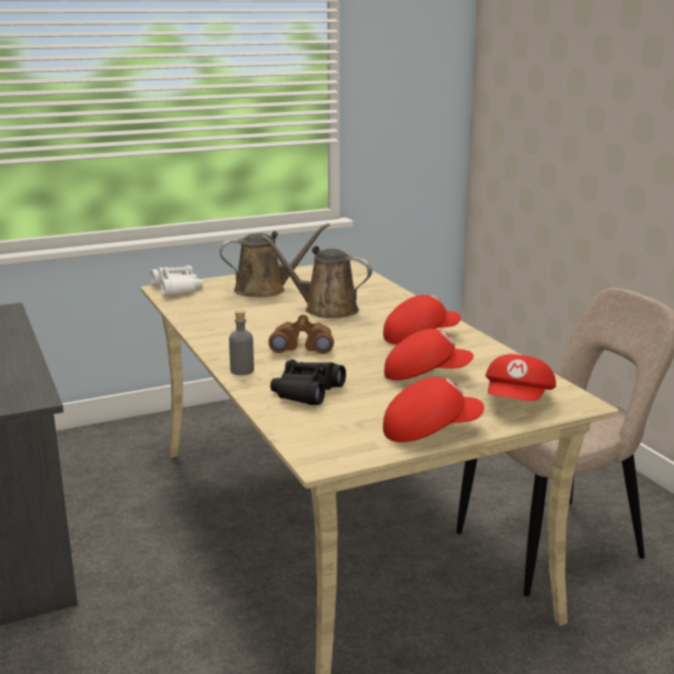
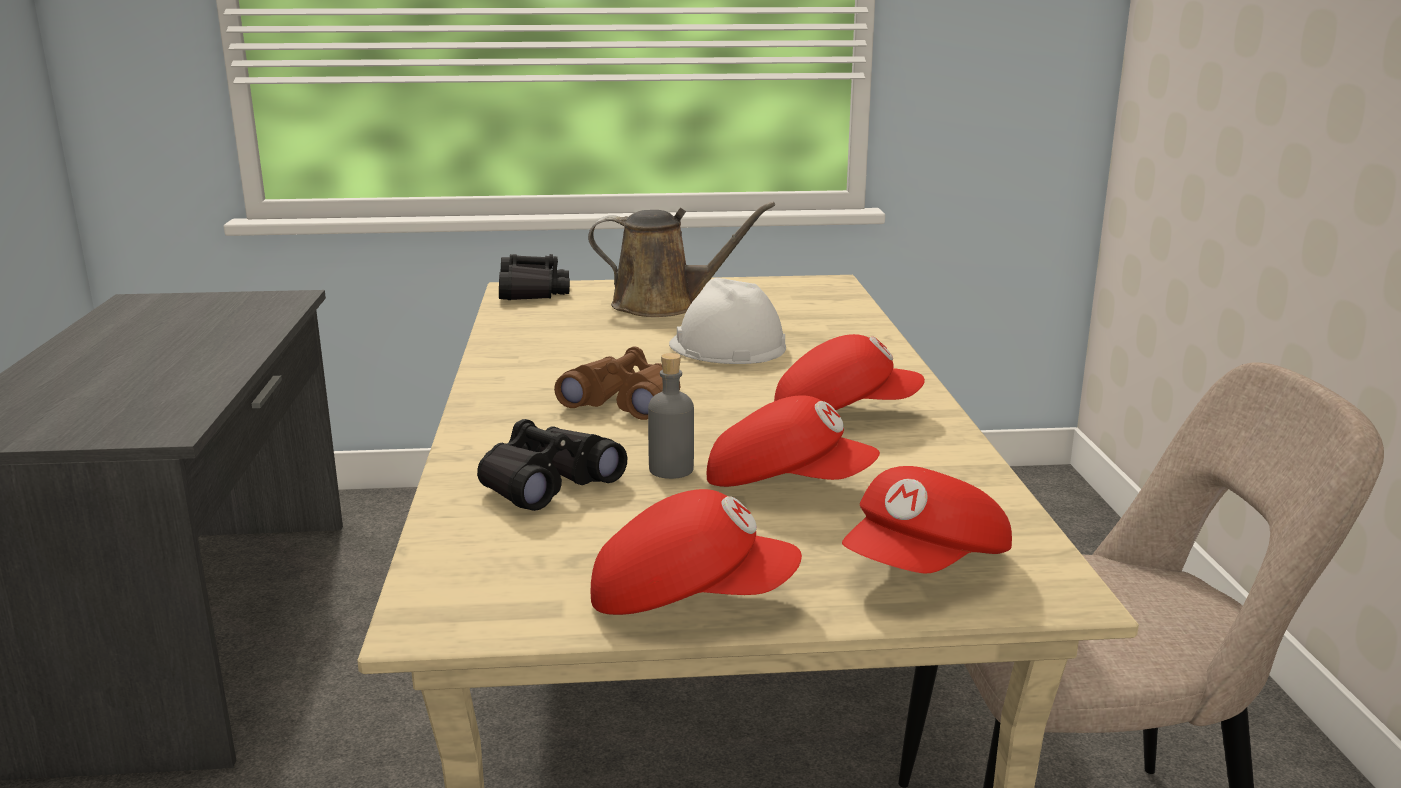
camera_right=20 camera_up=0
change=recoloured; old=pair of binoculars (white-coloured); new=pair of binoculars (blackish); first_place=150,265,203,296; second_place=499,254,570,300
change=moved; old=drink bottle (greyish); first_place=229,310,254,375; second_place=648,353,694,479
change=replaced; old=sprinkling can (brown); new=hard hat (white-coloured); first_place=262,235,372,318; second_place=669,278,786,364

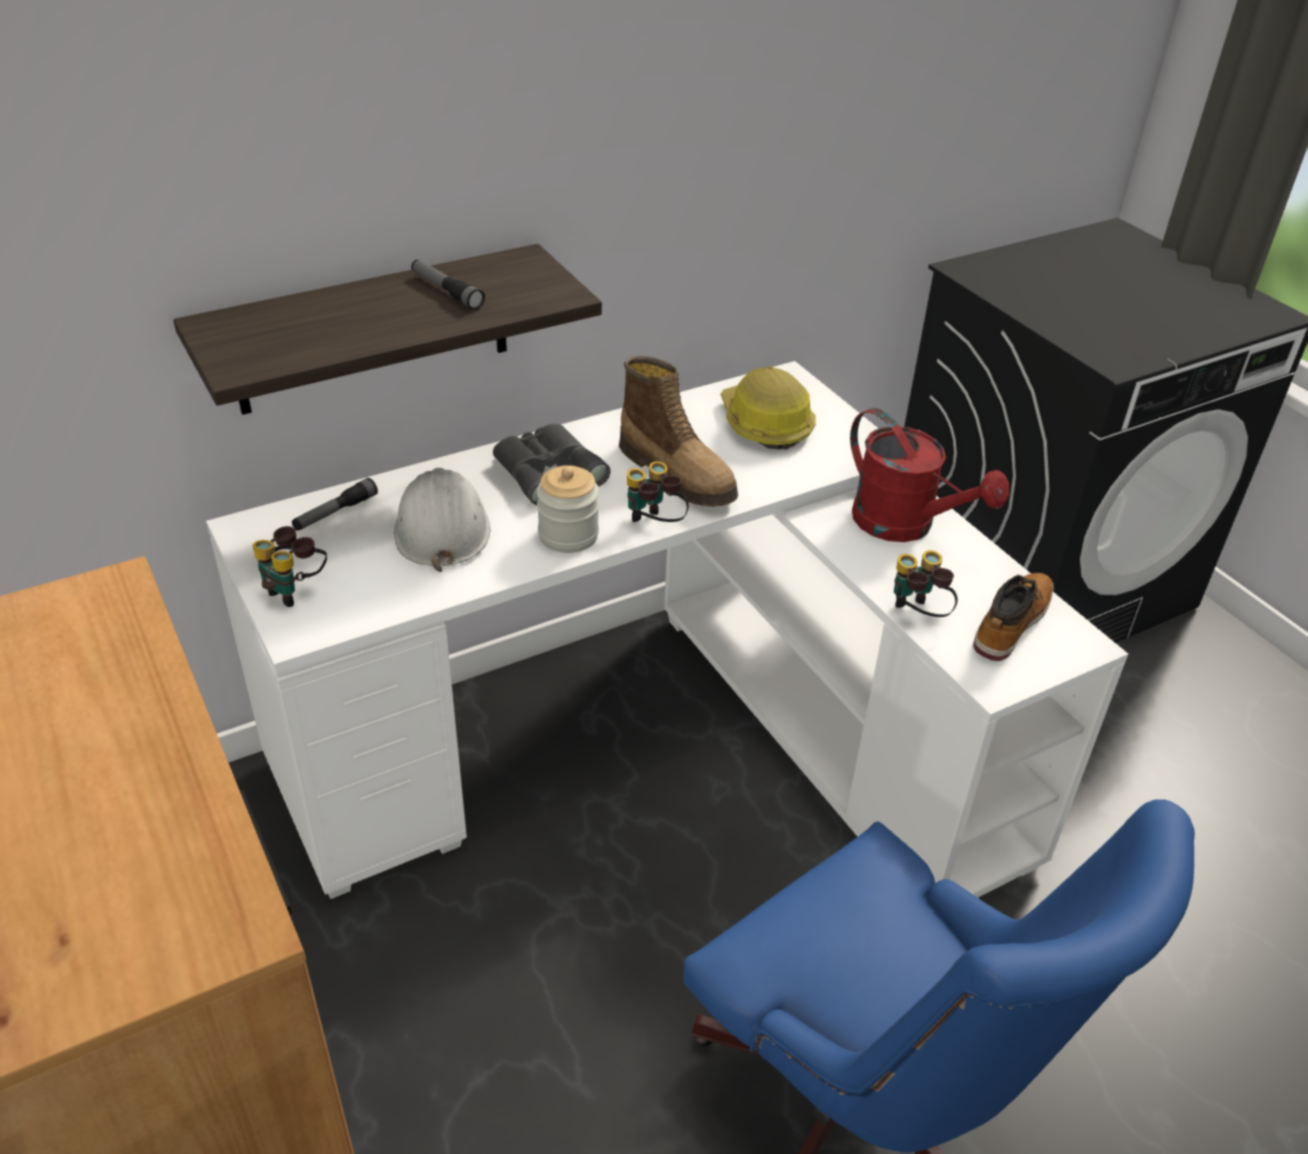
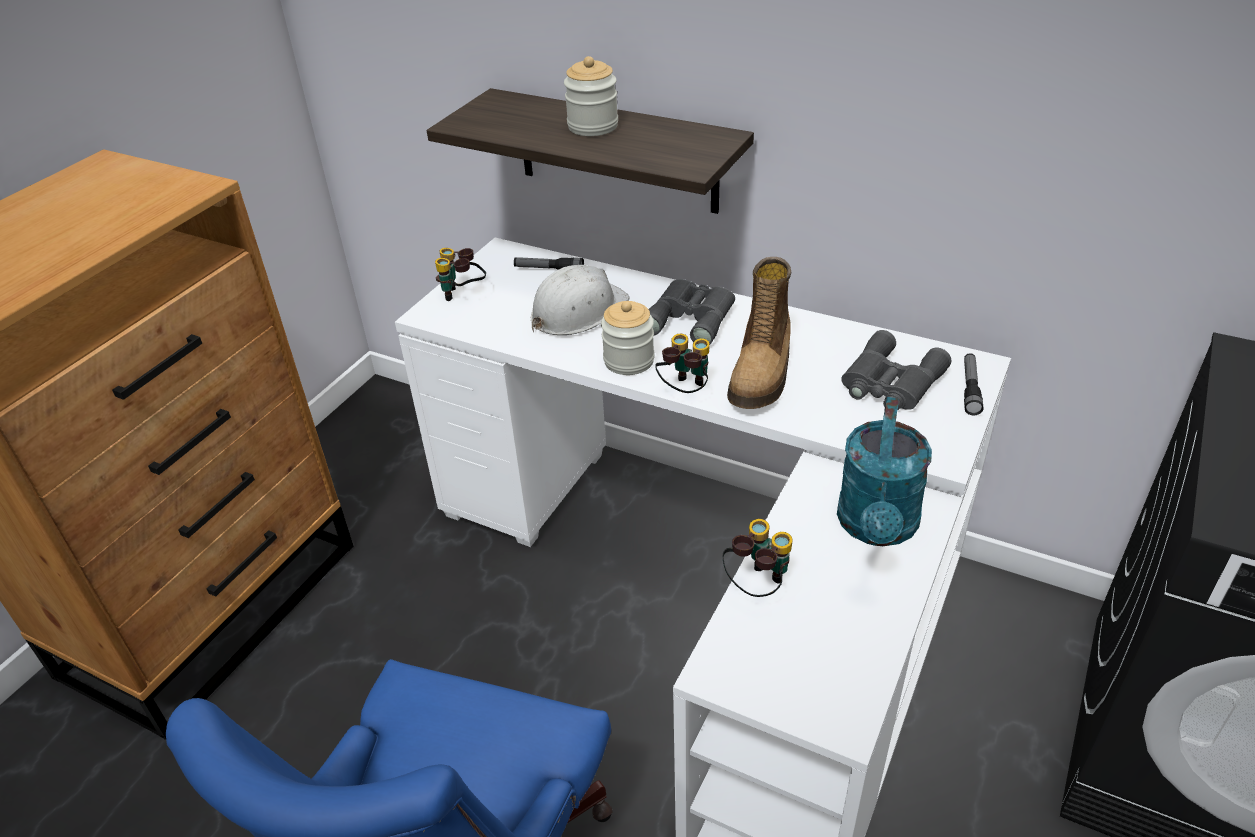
camera_right=60 camera_up=0
change=added; new=preserve jar; second_place=564,56,618,136
change=recoloured; old=sprinkling can (red); new=sprinkling can (blue-green); first_place=850,408,1009,542; second_place=837,397,932,546
change=replaced; old=hard hat; new=pair of binoculars (greyish); first_place=721,366,816,449; second_place=841,330,951,410
change=moved; old=flashlight; first_place=411,260,485,310; second_place=964,353,983,415
change=removed; old=high-top boot; first_place=973,573,1054,661

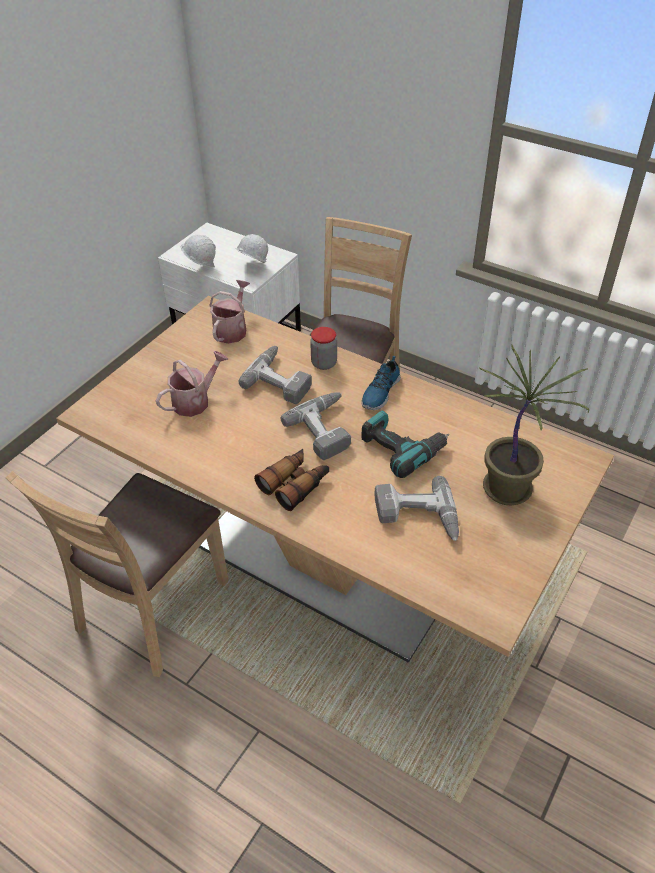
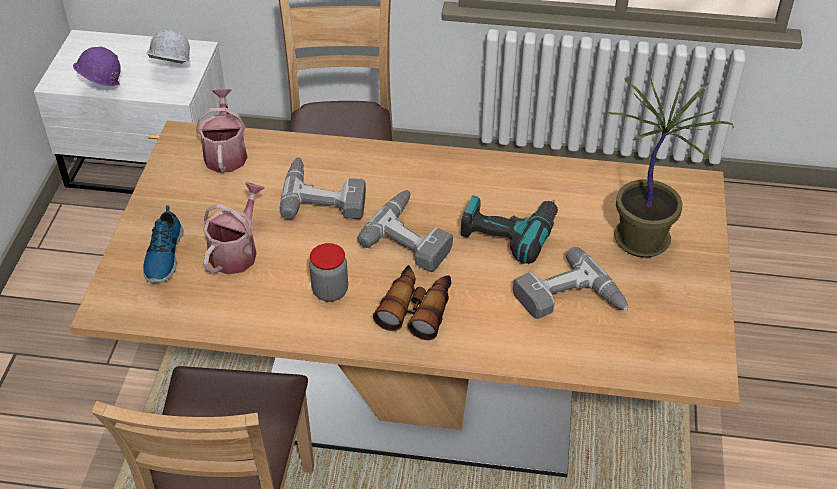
camera_right=-25 camera_up=0
change=recoloured; old=hard hat (white-coloured); new=hard hat (purple-coloured); first_place=181,235,216,267; second_place=73,47,121,86
change=moved; old=low shoe; first_place=361,356,401,410; second_place=143,205,184,283
change=moved; old=preserve jar; first_place=310,327,337,370; second_place=309,243,348,302

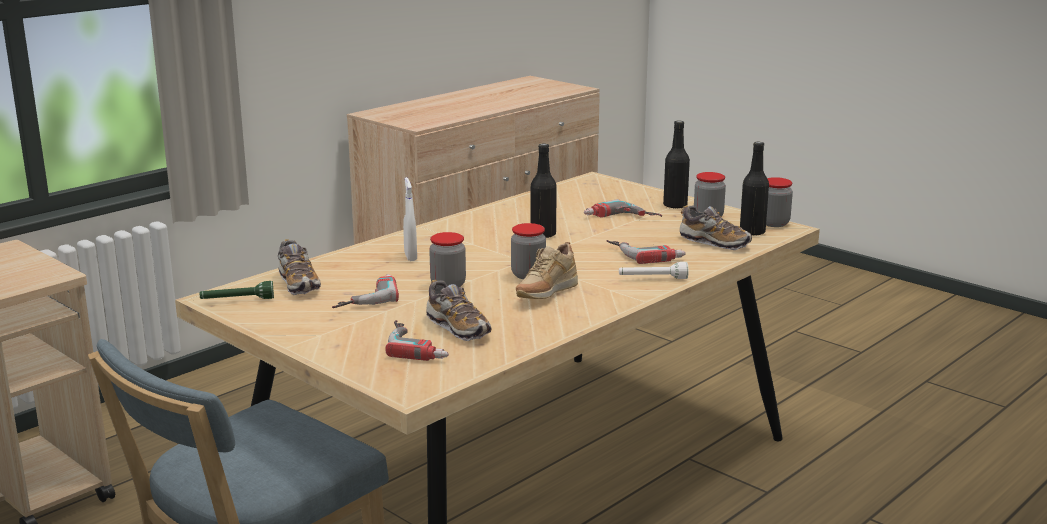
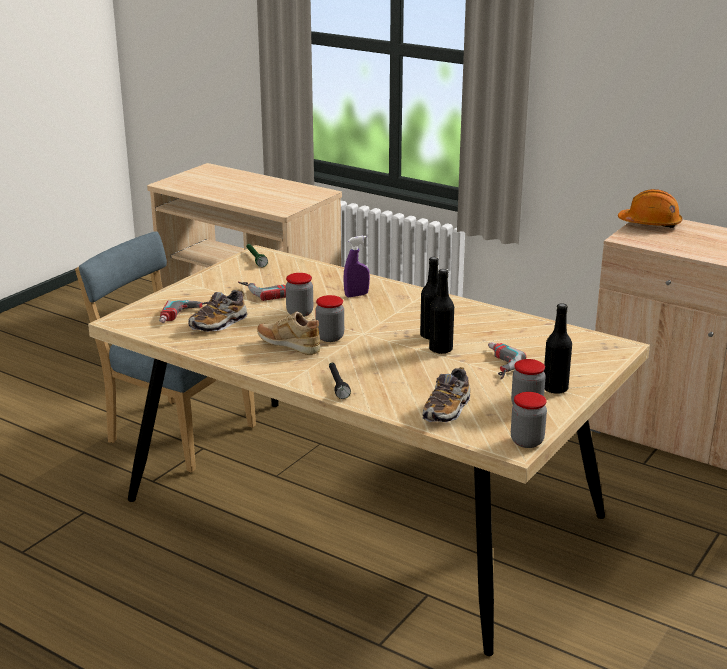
camera_right=80 camera_up=5
change=recoloured; old=flashlight (white-coloured); new=flashlight (blackish); first_place=619,262,689,279; second_place=329,363,351,399
change=recoloured; old=sprayer (white-coloured); new=sprayer (purple-coloured); first_place=403,177,417,261; second_place=343,236,370,297
change=moved; old=drink bottle (blackish); first_place=740,142,769,236; second_place=429,269,454,354
change=added; new=hard hat (orange-coloured); second_place=618,189,682,228
change=removed; old=low shoe; first_place=278,239,321,295
change=removed; old=power drill; first_place=606,240,686,264

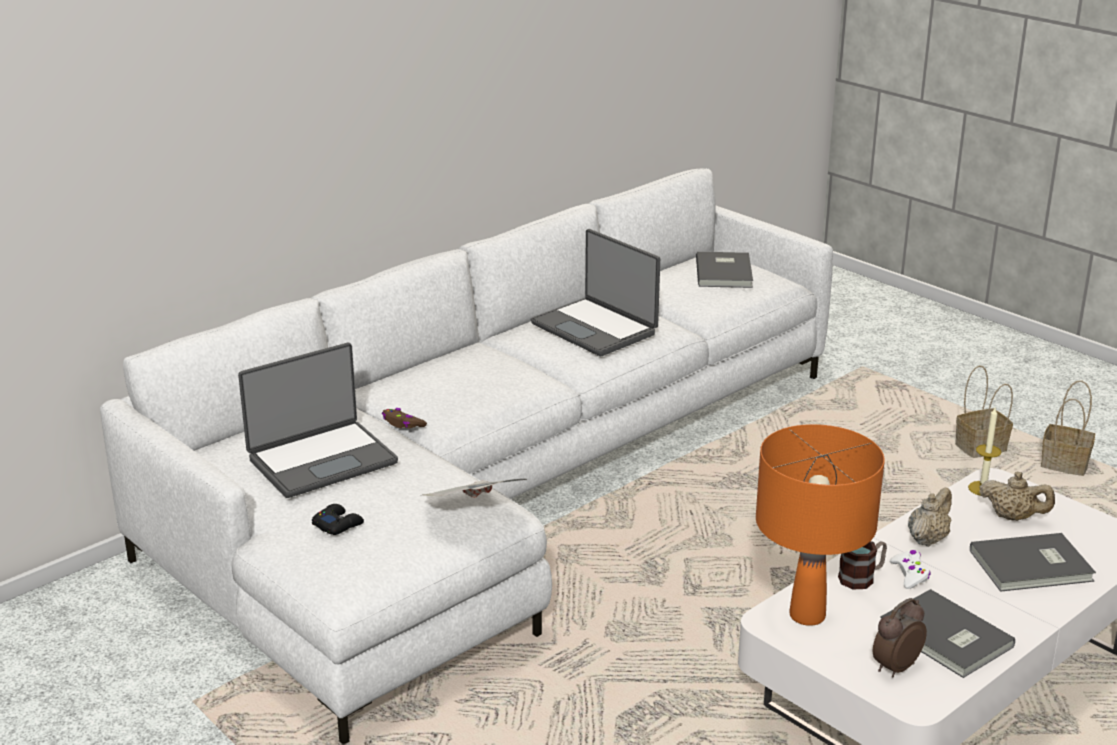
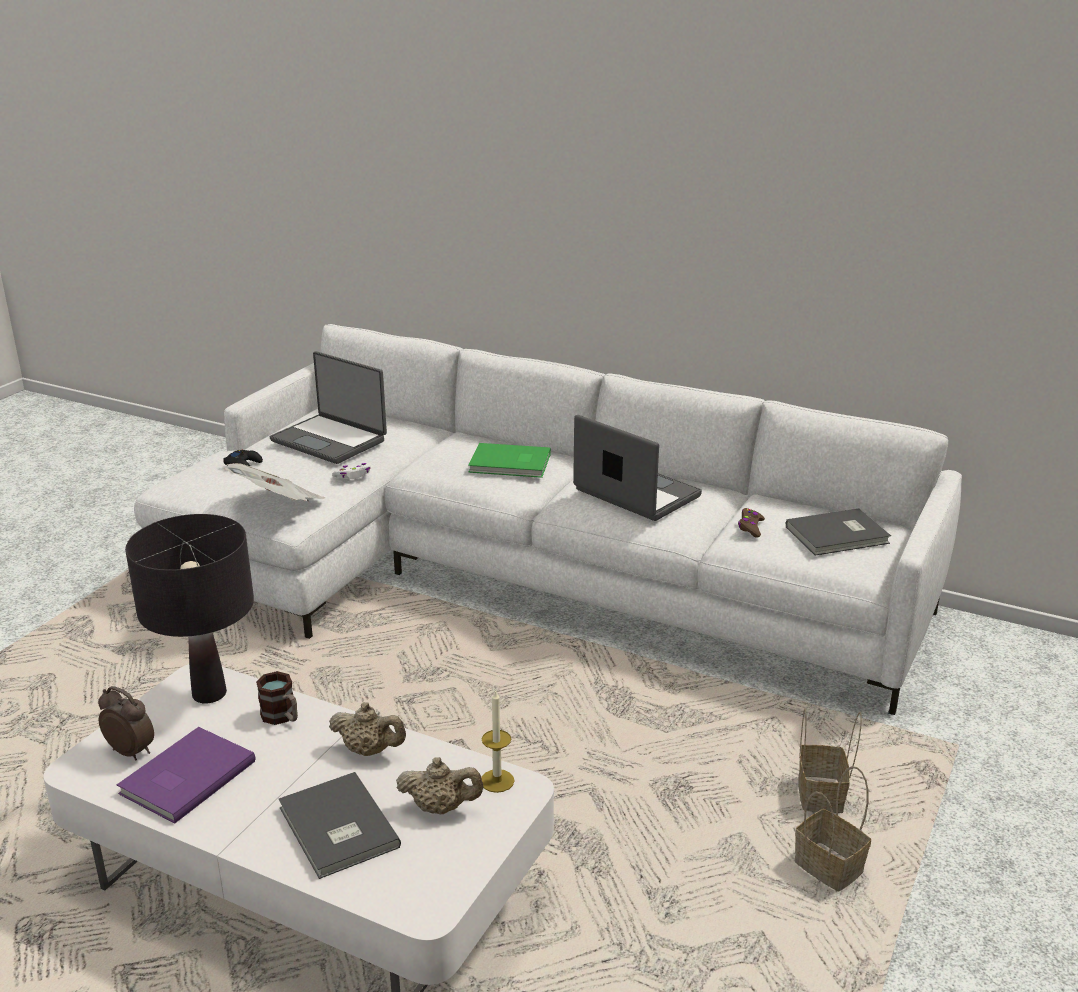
camera_right=70 camera_up=0
change=recoloured; old=bound book (greyish); new=bound book (purple-coloured); first_place=880,589,1015,678; second_place=117,727,256,824
change=recoloured; old=table lamp (orange-coloured); new=table lamp (blackish); first_place=756,424,885,626; second_place=125,514,254,703
change=moved; old=joypad (white-coloured); first_place=890,550,931,589; second_place=332,463,371,479
change=turned; old=pot for tea (beige); first_place=979,472,1055,521; second_place=396,757,484,814; degrees=-90
change=added; new=bound book (green); second_place=468,443,551,478
change=turned; old=portable computer; first_place=531,229,660,356; second_place=573,415,702,521; degrees=105
change=moved; old=joypad (brown); first_place=382,408,427,428; second_place=738,508,765,538
change=moved; old=storage basket; first_place=1041,381,1095,476; second_place=798,709,862,813

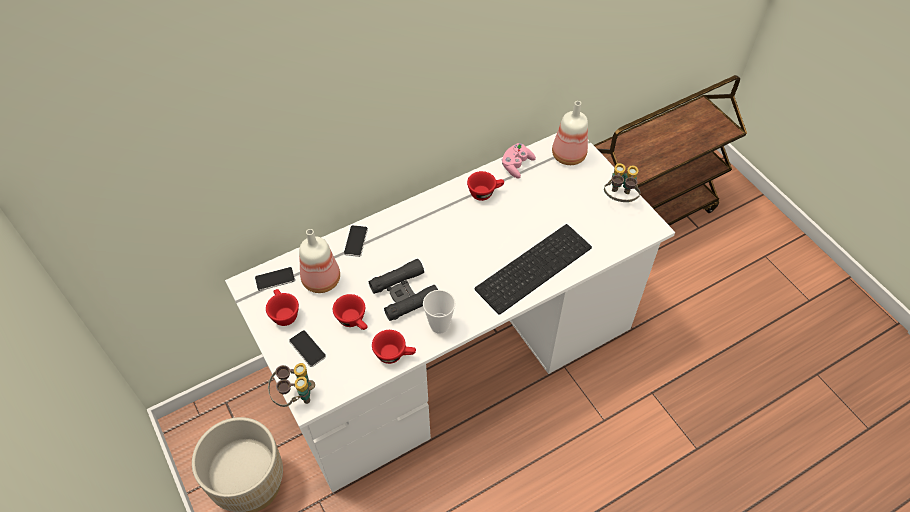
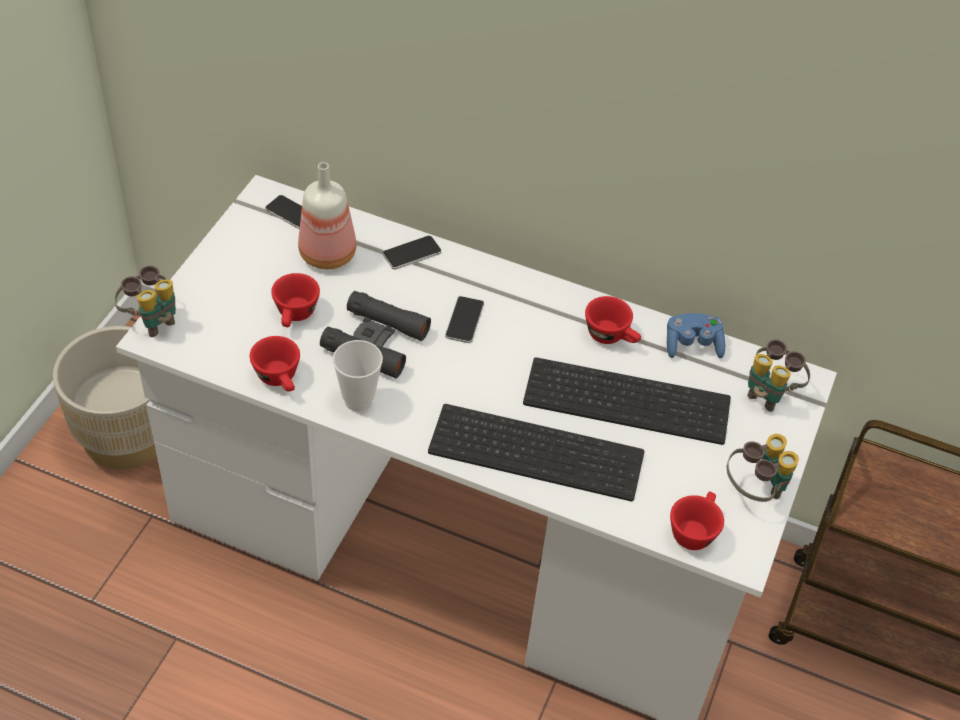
camera_right=50 camera_up=-5
change=moved; old=handset; first_place=289,330,326,367; second_place=445,296,484,343
change=added; new=keyboard; second_place=523,357,731,445
change=recoloured; old=joypad (pink-coloured); new=joypad (blue); first_place=502,143,536,179; second_place=667,313,725,358
change=moved; old=drinking cup (red); first_place=266,289,299,326; second_place=670,492,724,550
change=replaced; old=drink bottle; new=pair of binoculars; first_place=552,101,588,165; second_place=747,339,810,412

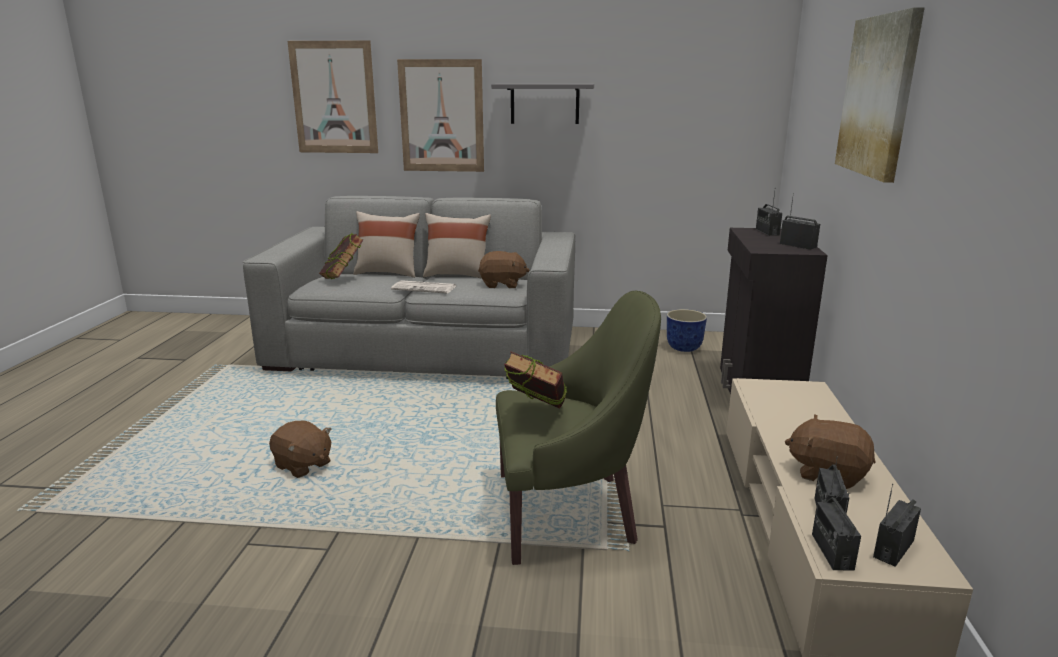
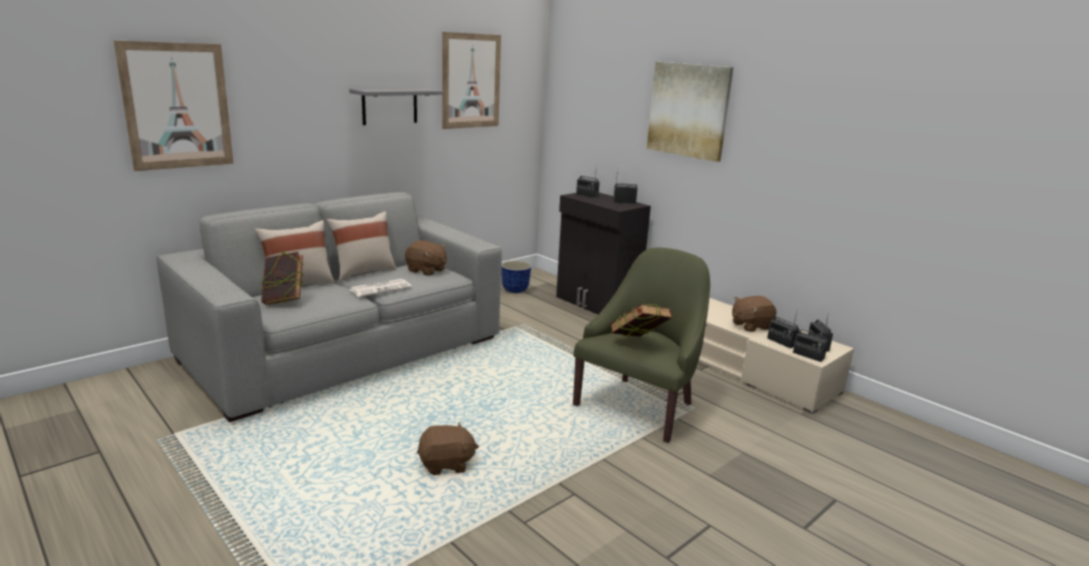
camera_right=-50 camera_up=0
change=turned; old=cuddly toy (brown); first_place=478,251,529,288; second_place=405,240,447,276; degrees=75
change=moved; old=wall picture; first_place=397,59,484,172; second_place=442,32,501,129

